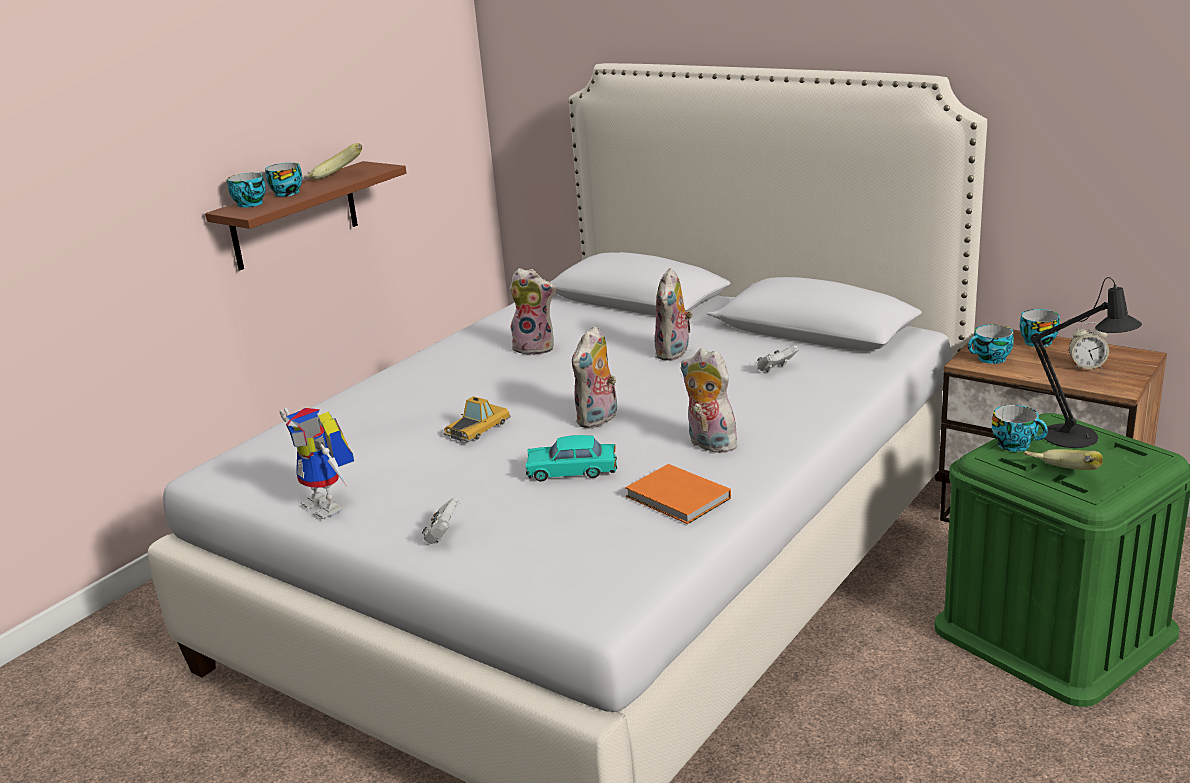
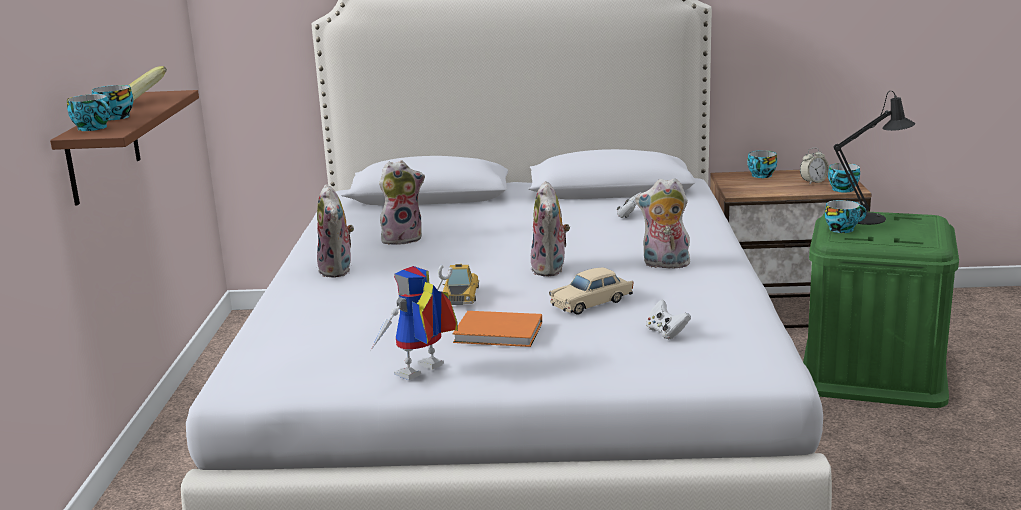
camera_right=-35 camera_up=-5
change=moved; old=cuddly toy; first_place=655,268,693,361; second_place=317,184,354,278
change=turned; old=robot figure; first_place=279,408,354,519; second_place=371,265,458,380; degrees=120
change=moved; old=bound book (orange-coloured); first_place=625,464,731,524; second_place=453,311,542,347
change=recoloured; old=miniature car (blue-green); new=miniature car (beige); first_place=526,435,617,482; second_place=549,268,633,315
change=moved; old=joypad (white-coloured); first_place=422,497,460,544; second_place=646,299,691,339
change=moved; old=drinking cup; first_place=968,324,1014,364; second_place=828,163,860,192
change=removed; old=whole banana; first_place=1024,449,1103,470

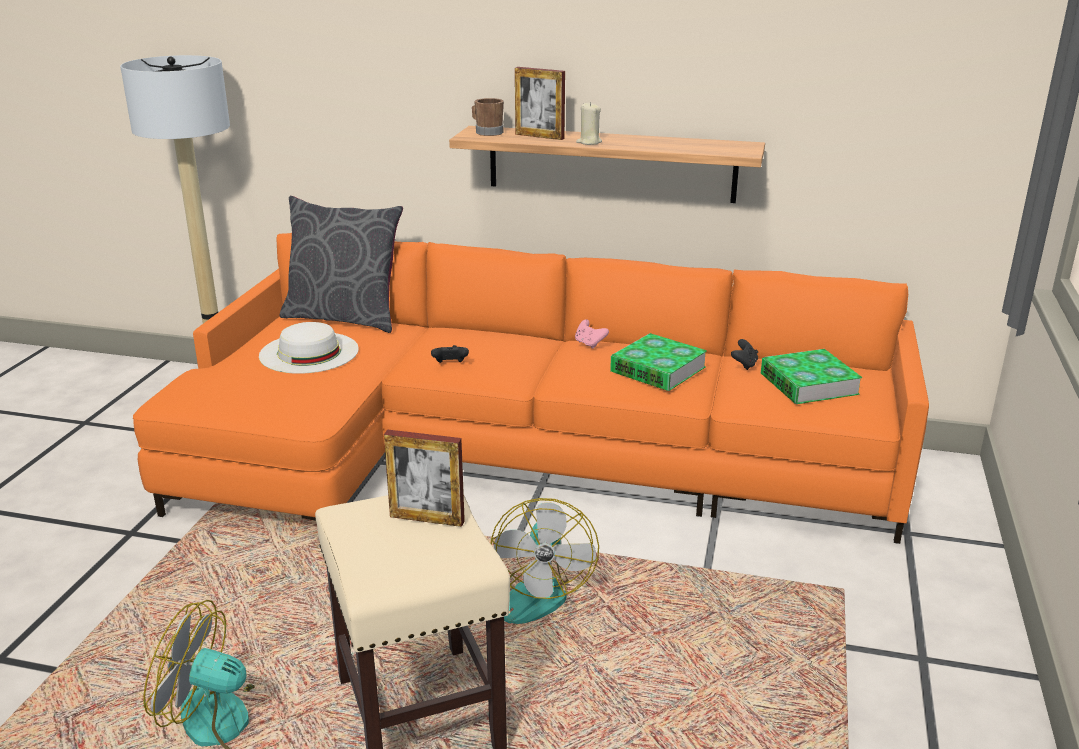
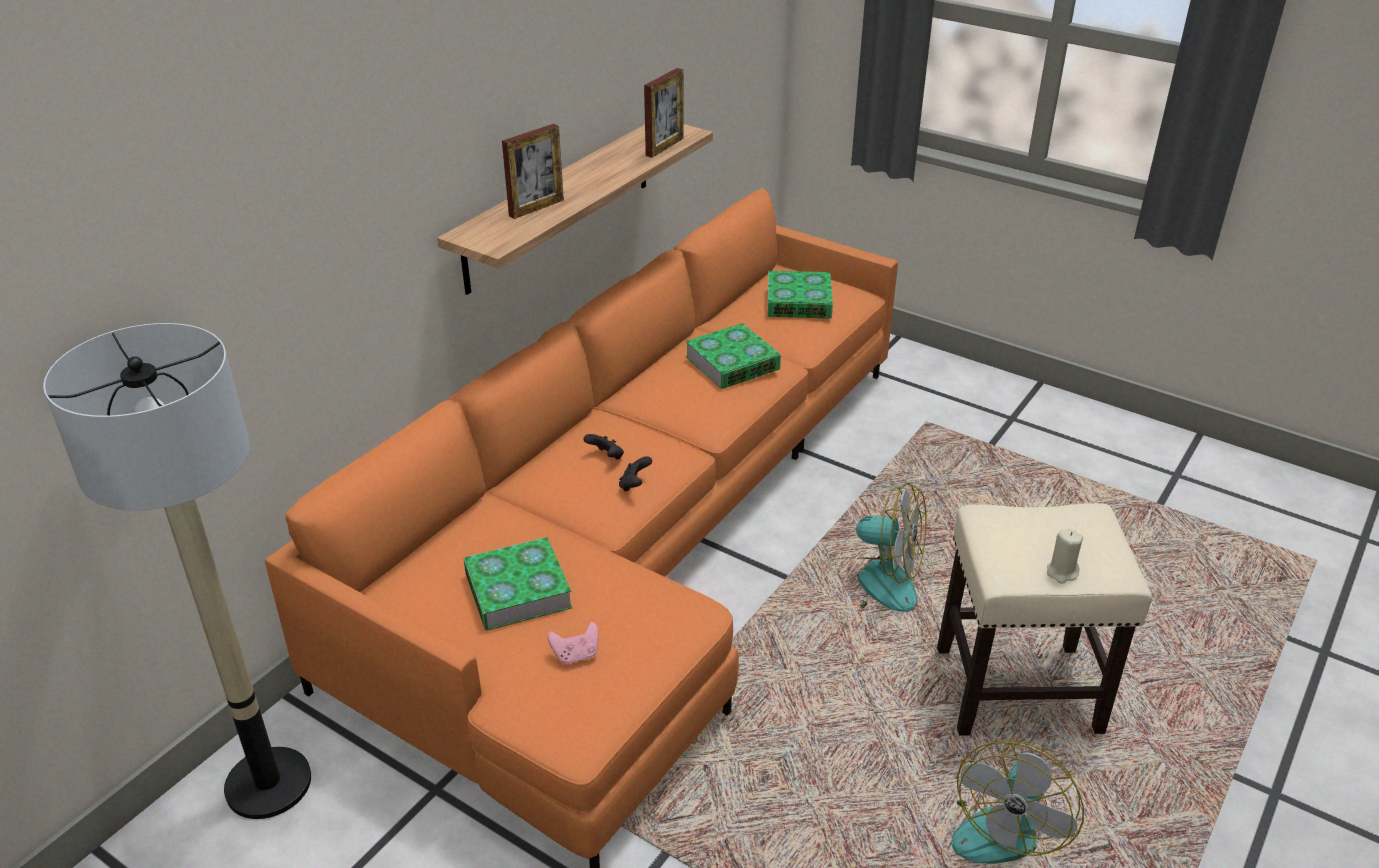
camera_right=-70 camera_up=10
change=replaced; old=wearable hat (white-coloured); new=bound book; first_place=259,322,359,374; second_place=463,537,572,631
change=moved; old=joypad (pink-coloured); first_place=575,319,609,349; second_place=548,622,599,664
change=moved; old=joypad (blackish); first_place=731,339,758,370; second_place=583,434,624,459
change=moved; old=photo frame; first_place=384,429,465,527; second_place=644,68,684,158
change=moved; old=wax light (beige); first_place=576,102,602,145; second_place=1047,529,1083,584
change=removed; old=pillow (greyish); first_place=279,196,403,333
change=removed; old=tea mug (brown); first_place=472,98,504,136

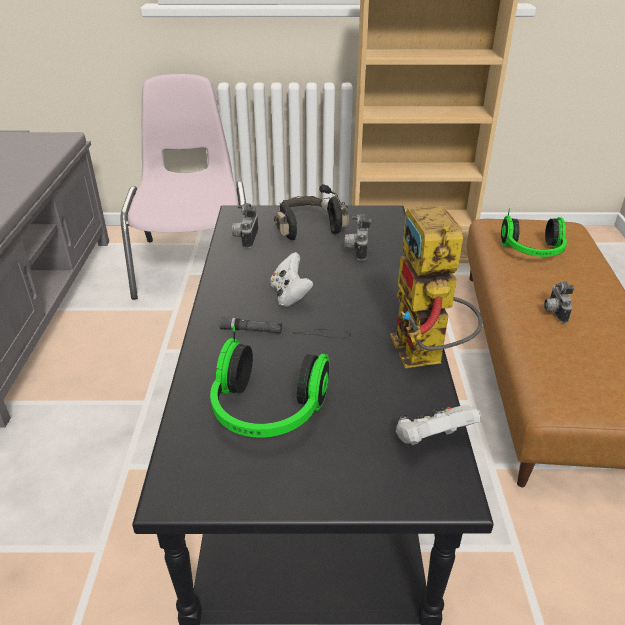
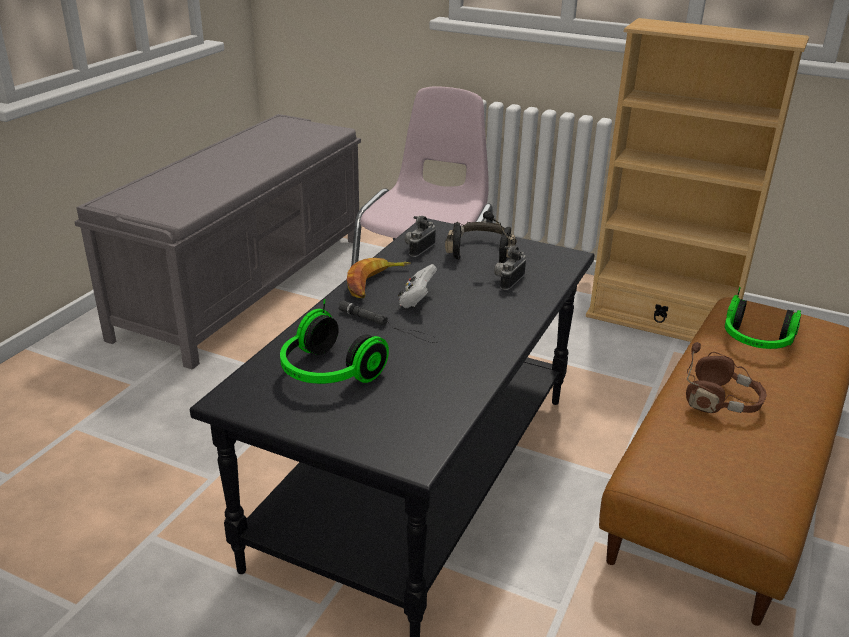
camera_right=25 camera_up=-5
change=added; new=whole banana; second_place=347,258,410,298
change=replaced; old=still camera; new=pair of headphones (brown); first_place=544,281,574,323; second_place=686,342,767,413
change=removed; old=robot figure; first_place=390,206,483,368
change=removed; old=joypad (white-coloured); first_place=396,406,481,446

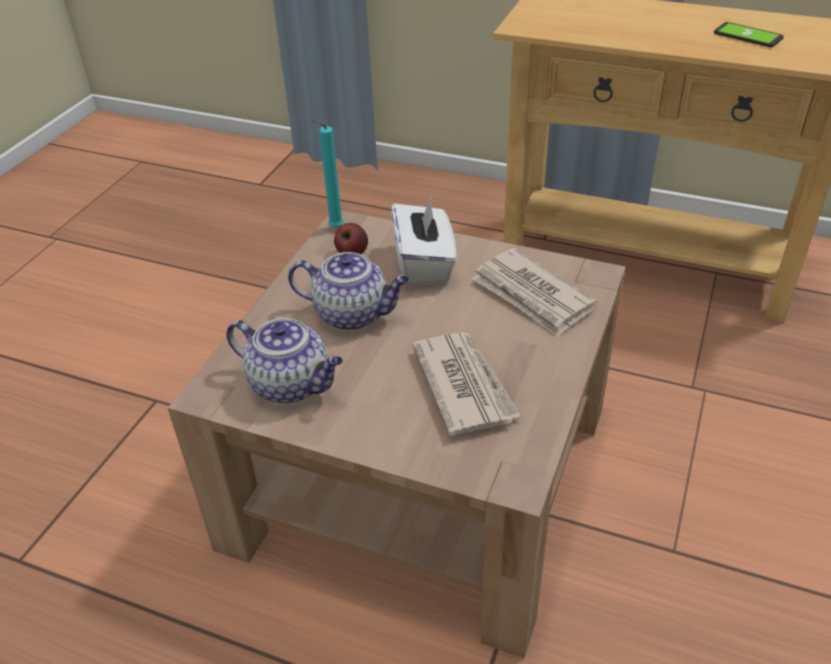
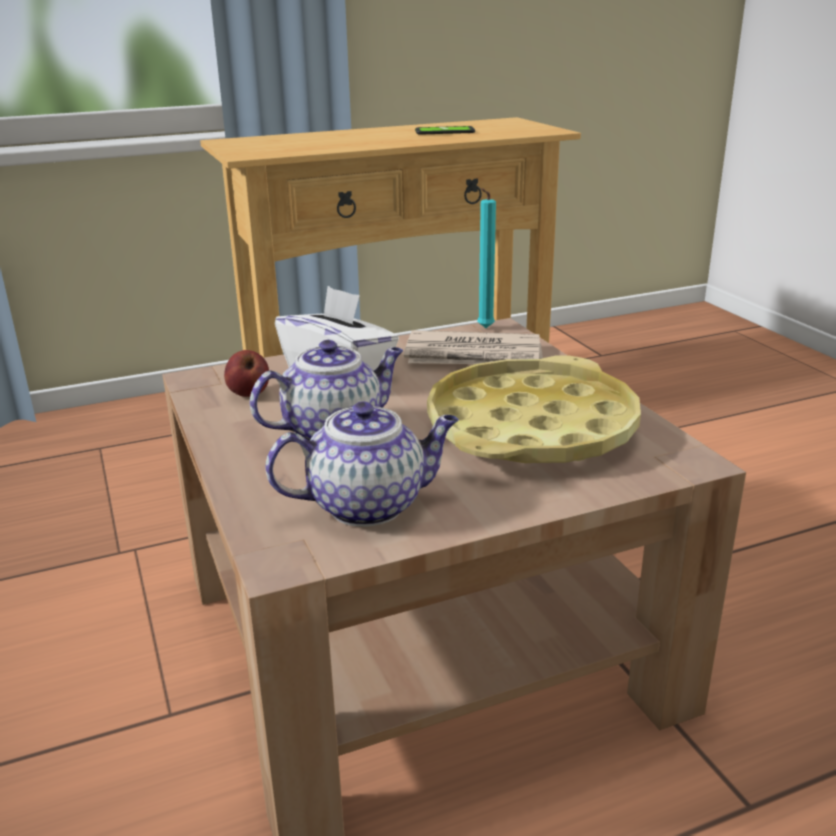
camera_right=-45 camera_up=-15
change=replaced; old=printed paper; new=serving tray (yellow-coloured); first_place=412,332,521,436; second_place=427,355,641,463
change=moved; old=wax light (blue-green); first_place=310,119,344,228; second_place=477,188,496,328

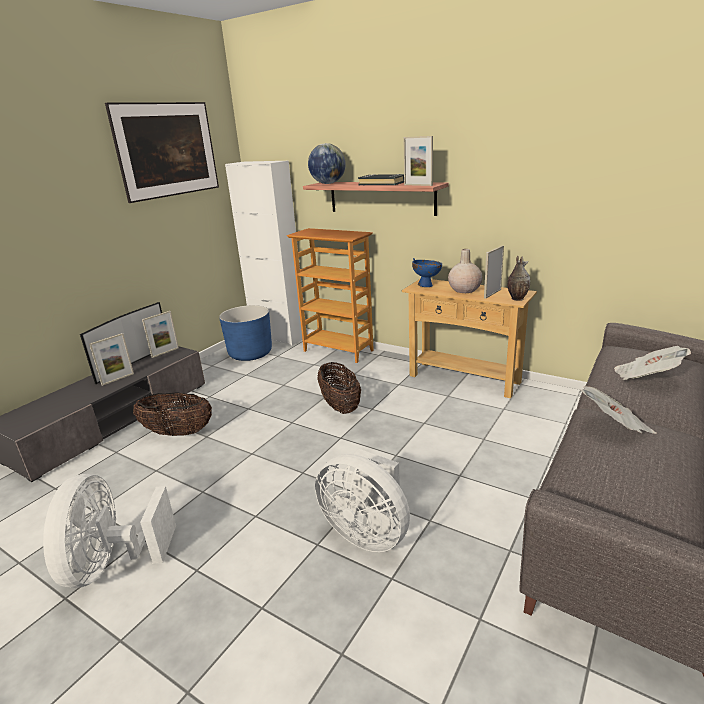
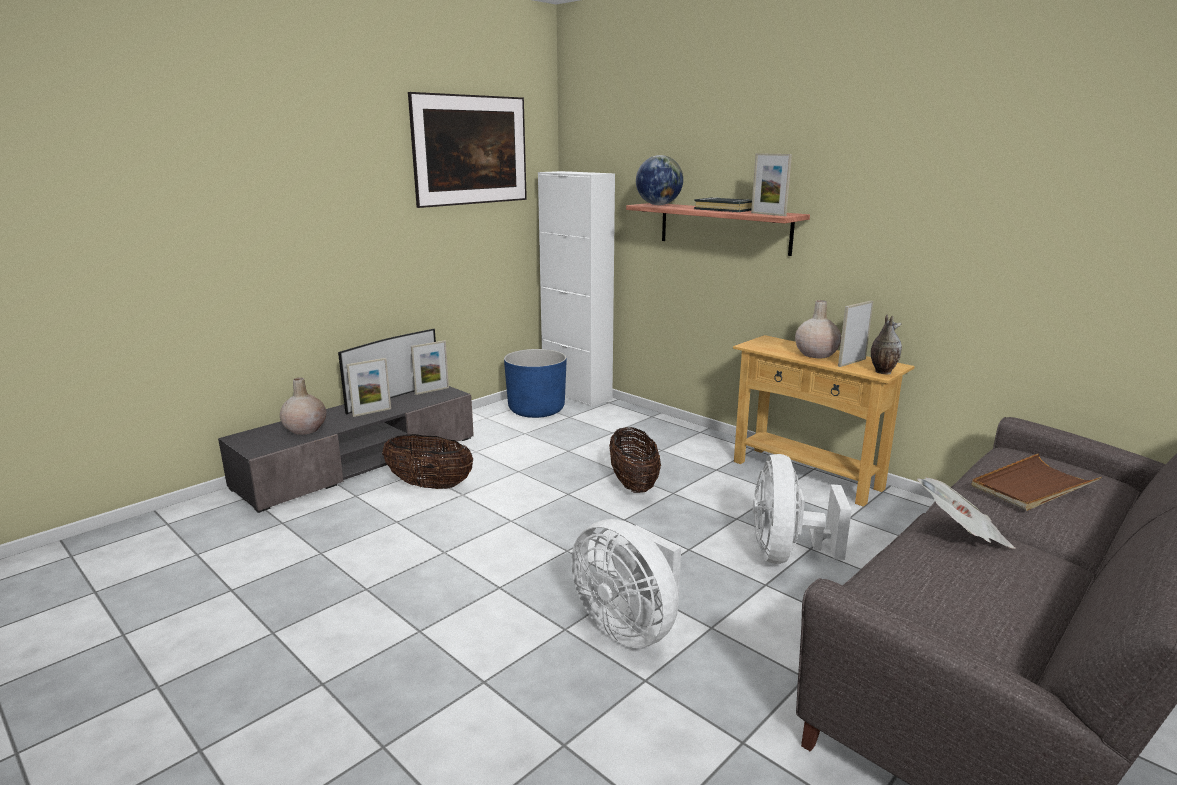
camera_right=10 camera_up=-5
change=added; new=vase (beige); second_place=280,378,326,435
change=moved; old=cooling fan (white-coloured); first_place=43,474,176,588; second_place=753,454,852,564
change=replaced; old=printed paper; new=serving tray (brown); first_place=614,346,691,380; second_place=971,453,1102,511
change=removed; old=bookshelf; first_place=287,228,374,363
change=removed; old=bowl (blue); first_place=412,258,442,287

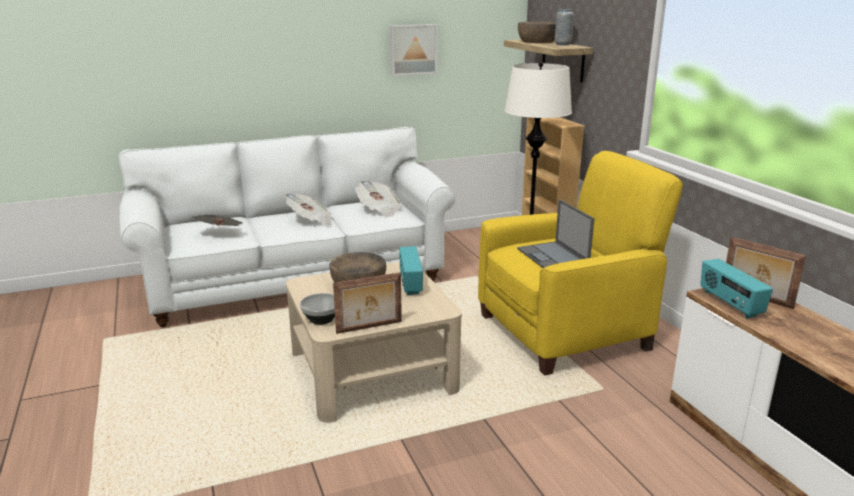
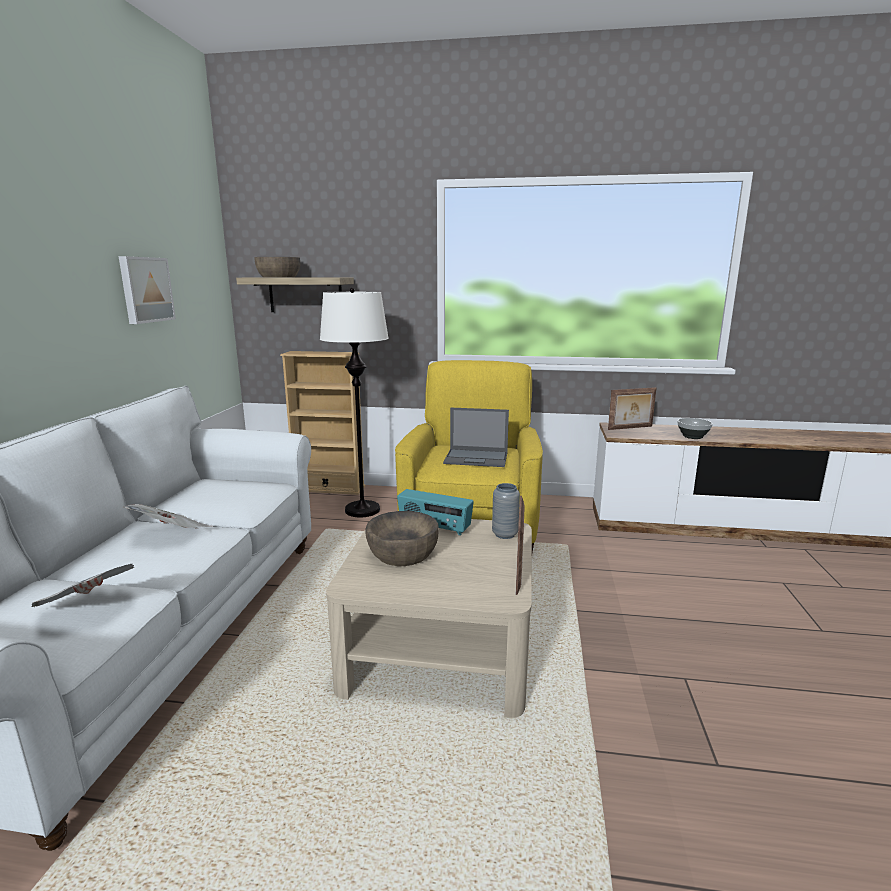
camera_right=-60 camera_up=-5
change=moved; old=vase (greyish); first_place=555,9,574,45; second_place=492,483,520,539
change=moved; old=bowl; first_place=300,293,335,325; second_place=677,418,713,439
change=removed; old=printed paper; first_place=355,180,402,217
change=removed; old=radio set; first_place=700,259,773,319

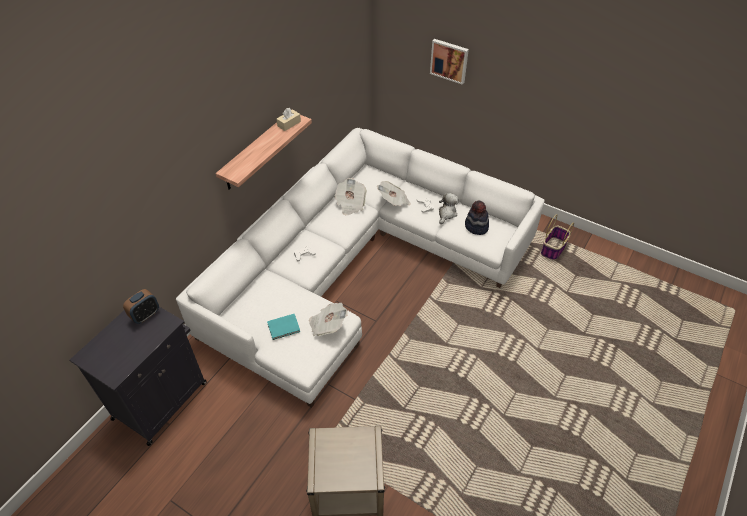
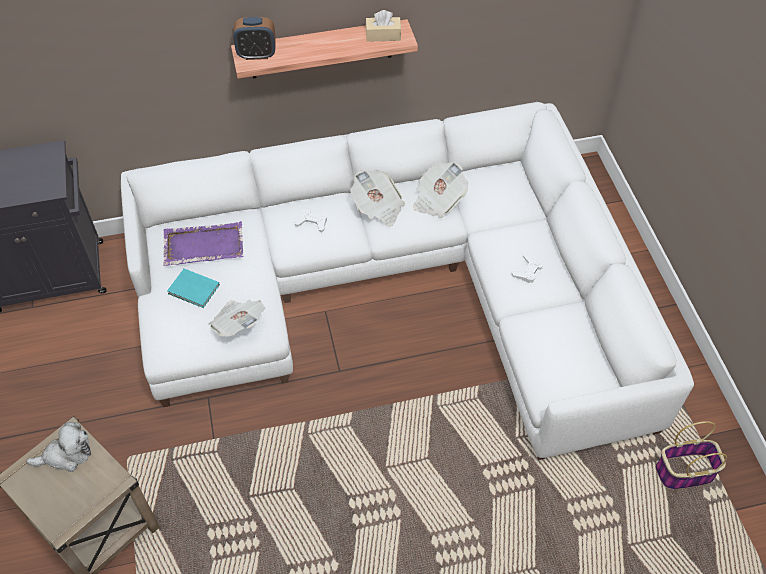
camera_right=45 camera_up=5
change=moved; old=cuddly toy; first_place=439,193,459,224; second_place=26,422,91,472
change=added; new=serving tray (purple-coloured); second_place=163,221,244,266
change=moved; old=alarm clock; first_place=123,289,159,324; second_place=234,17,276,60
change=moved; old=printed paper; first_place=377,181,411,206; second_place=350,170,405,226
change=removed; old=wall picture; first_place=430,39,469,85
change=removed; old=wearable hat; first_place=465,201,489,235

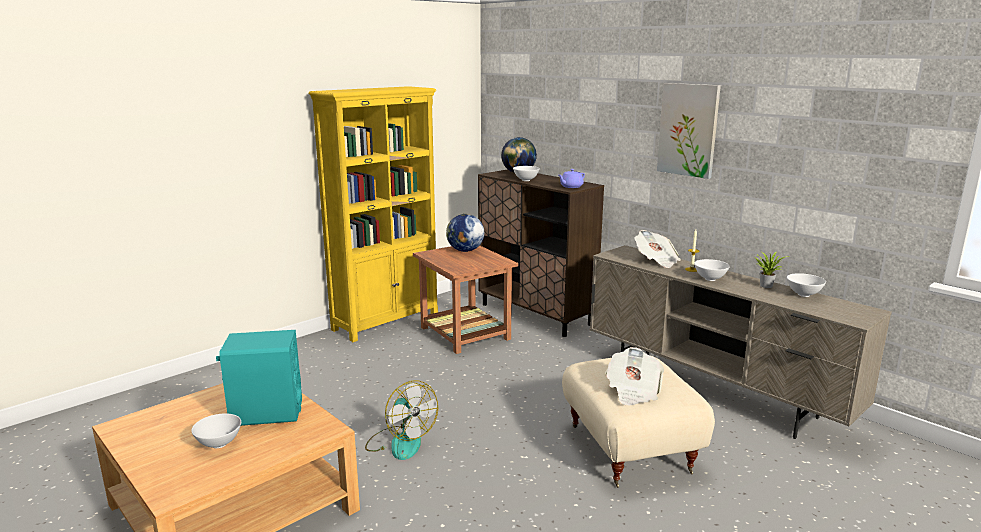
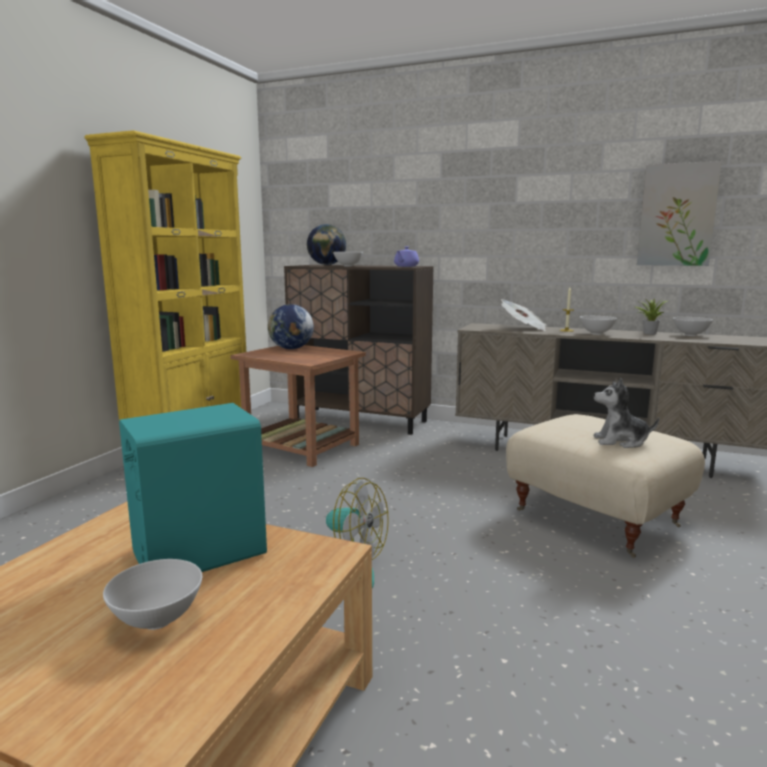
camera_right=-25 camera_up=-5
change=replaced; old=printed paper; new=cuddly toy; first_place=605,347,664,405; second_place=594,378,659,448
change=moved; old=wall picture; first_place=657,83,721,179; second_place=637,161,722,266

